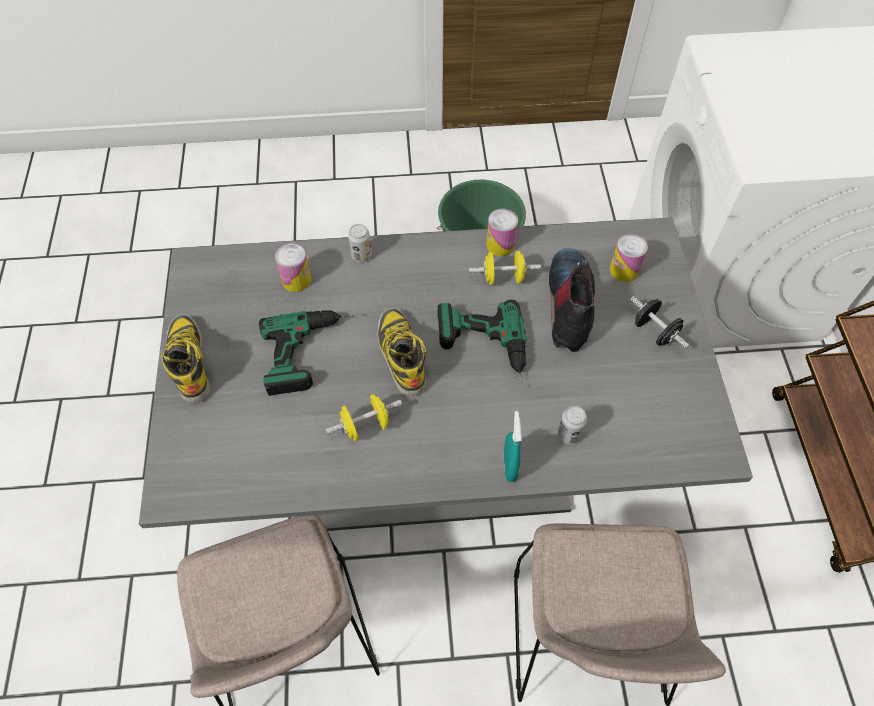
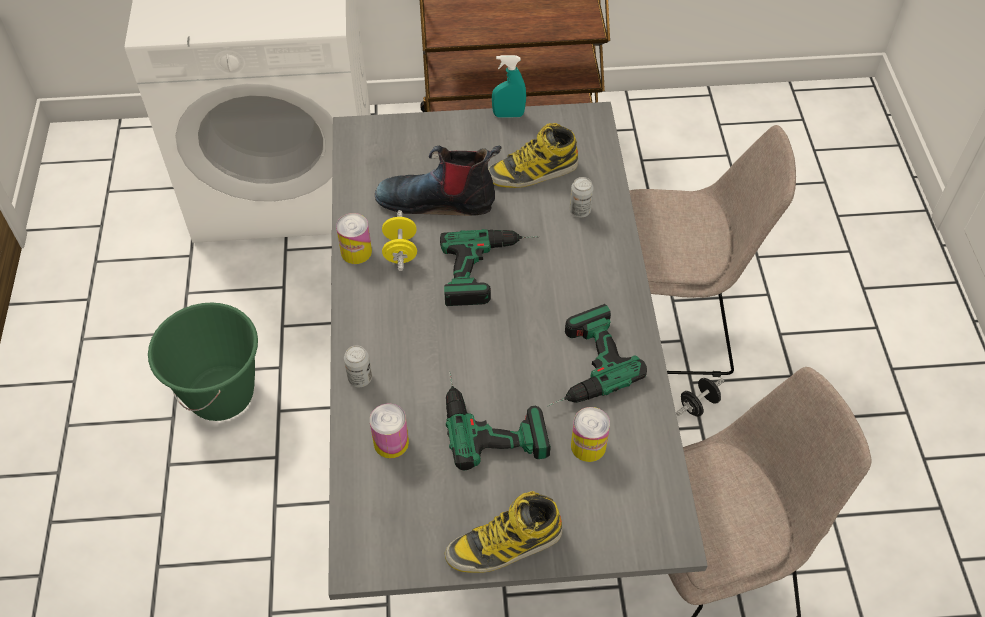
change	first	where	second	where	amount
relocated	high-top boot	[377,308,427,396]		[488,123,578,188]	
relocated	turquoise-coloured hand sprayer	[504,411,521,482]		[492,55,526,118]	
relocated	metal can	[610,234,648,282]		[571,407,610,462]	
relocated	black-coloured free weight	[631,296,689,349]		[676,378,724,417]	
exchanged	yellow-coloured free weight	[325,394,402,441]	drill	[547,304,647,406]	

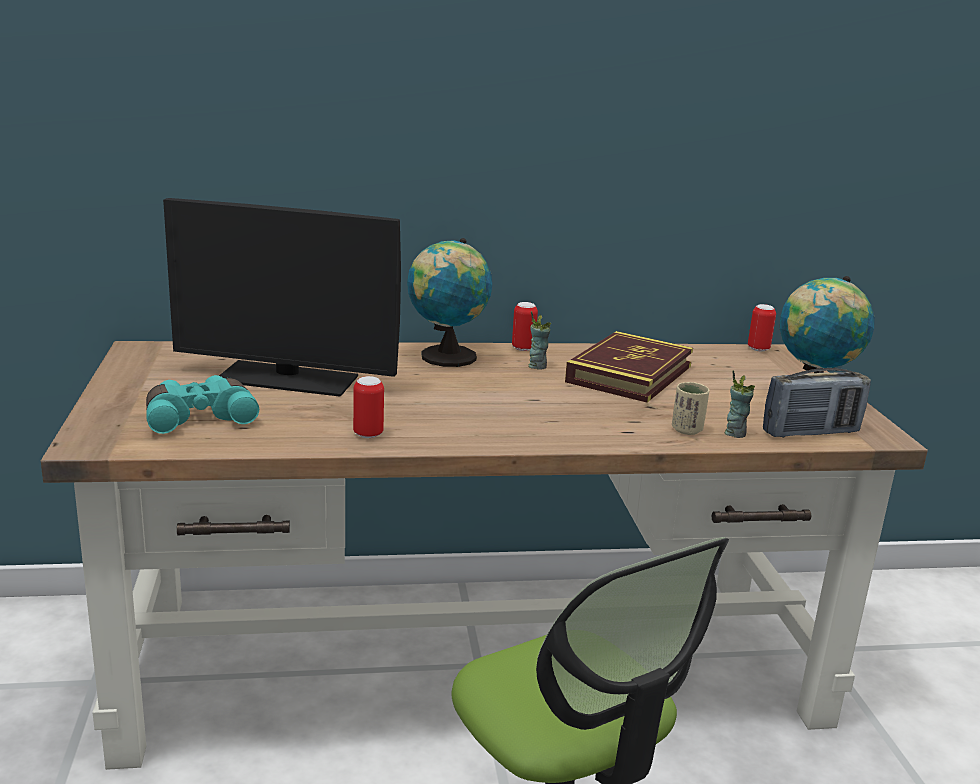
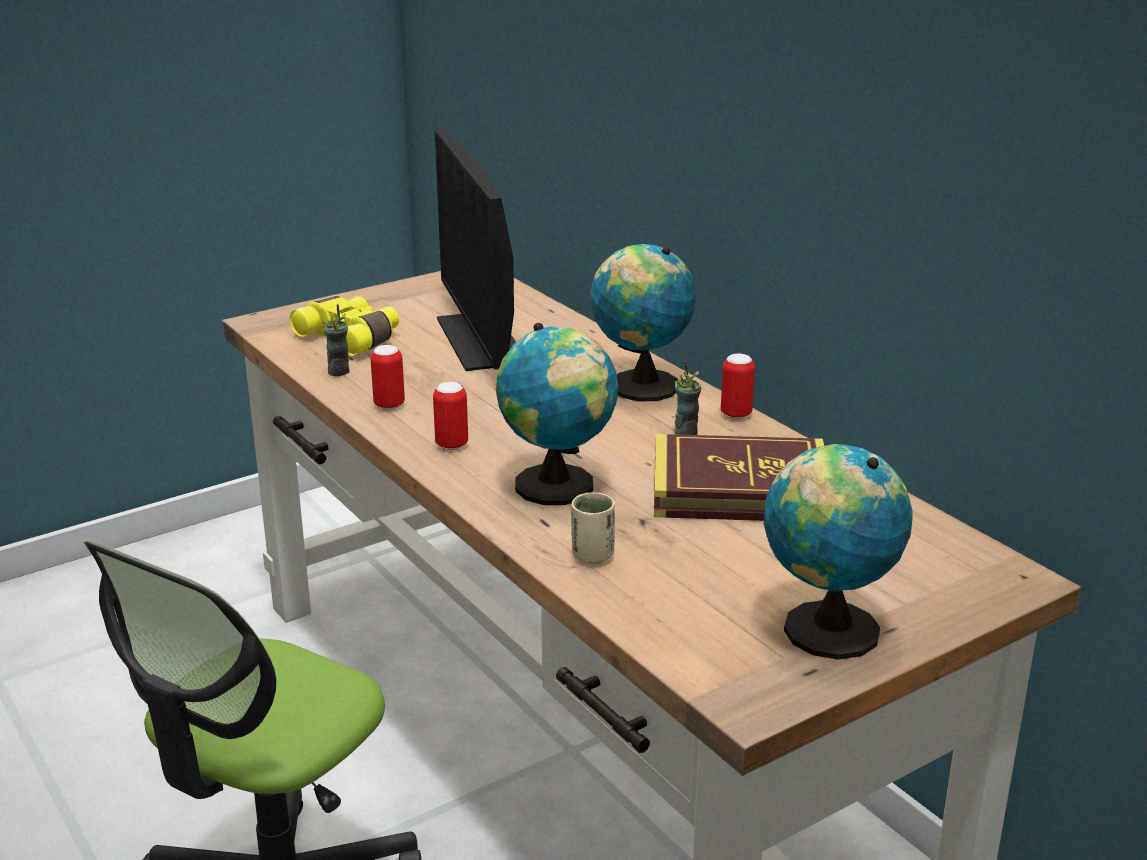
change	first	where	second	where	amount
missing	radio set	[763,368,871,438]			
appeared			globe	[496,323,618,505]	
relocated	drinking cup	[725,370,755,438]		[321,304,350,376]	
relocated	metal can	[748,304,776,351]		[433,382,468,450]	
colour	turquoise-coloured binoculars	[146,375,259,434]	yellow-coloured binoculars	[290,296,399,355]	

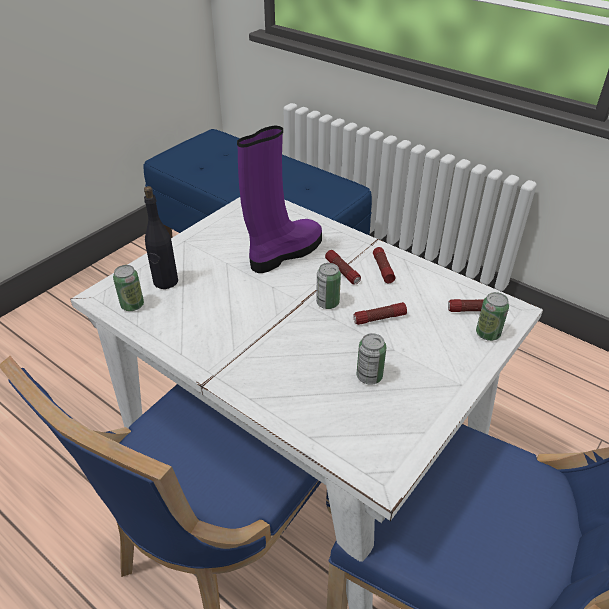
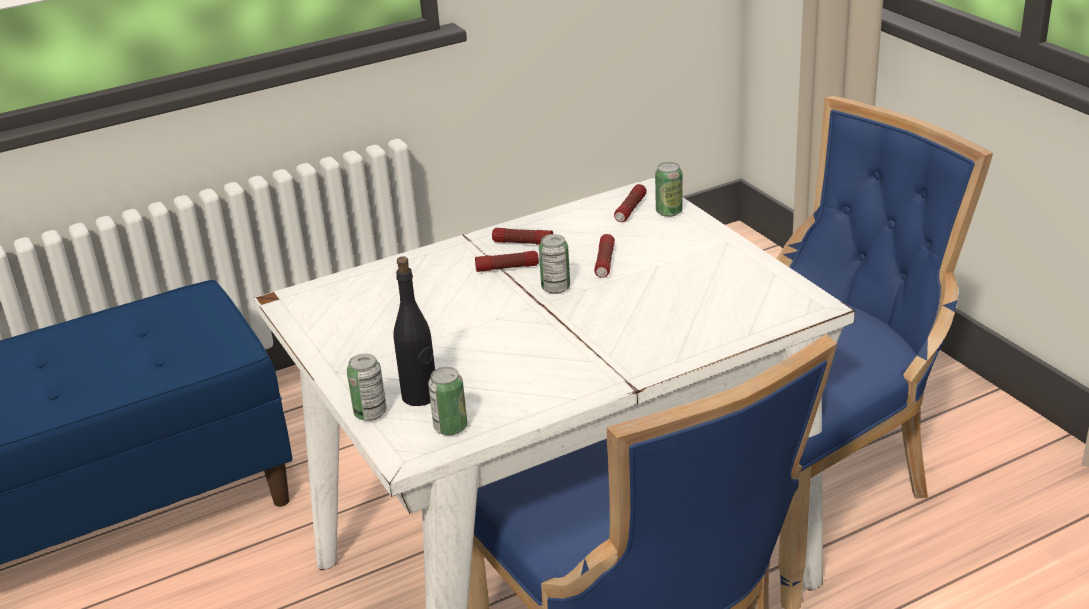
change	first	where	second	where	amount
missing	purple-coloured high-top boot	[237,126,322,273]			
relocated	metal can	[357,333,386,385]		[347,354,387,421]	

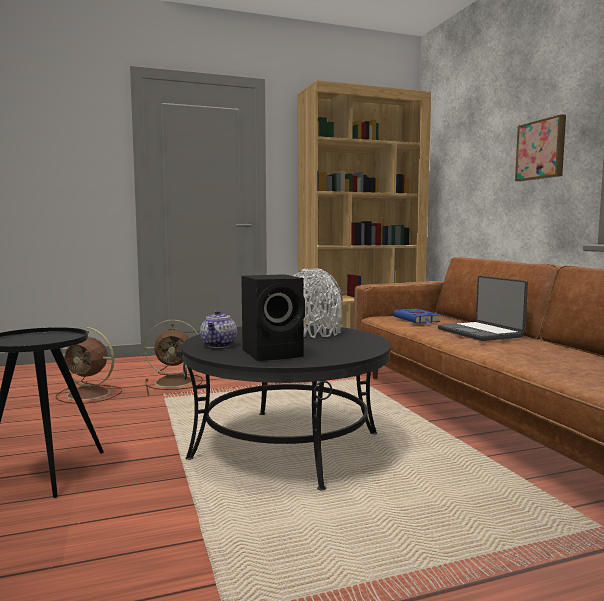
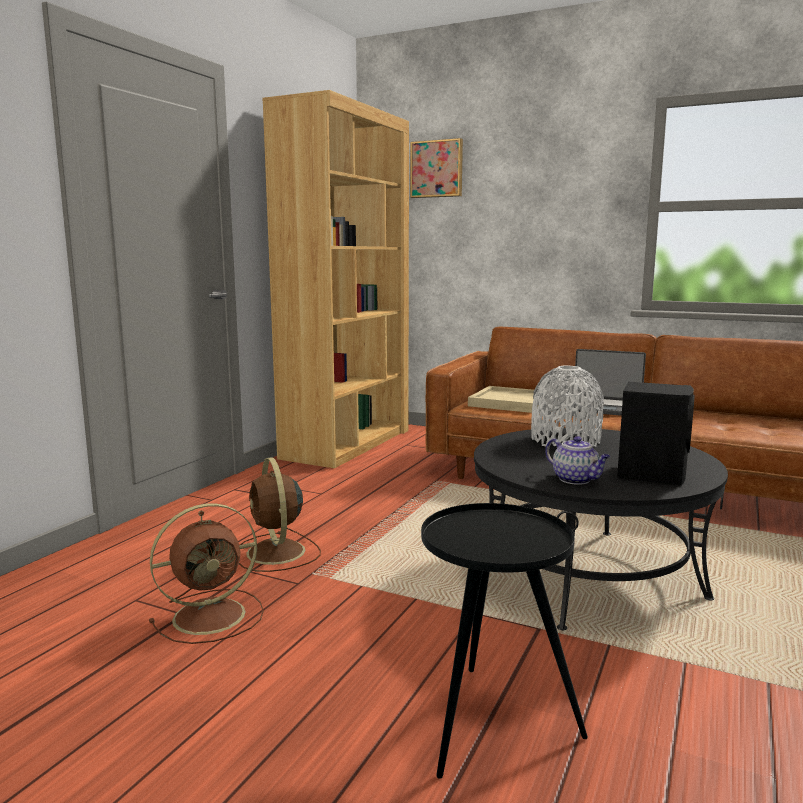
change	first	where	second	where	amount
relocated	wall art	[515,114,566,181]		[410,138,463,198]	
exchanged	blue volume	[393,309,440,325]	sand-coloured serving tray	[468,386,539,413]	
spun	brownish fan	[144,320,203,390]		[239,457,321,572]	120 degrees clockwise

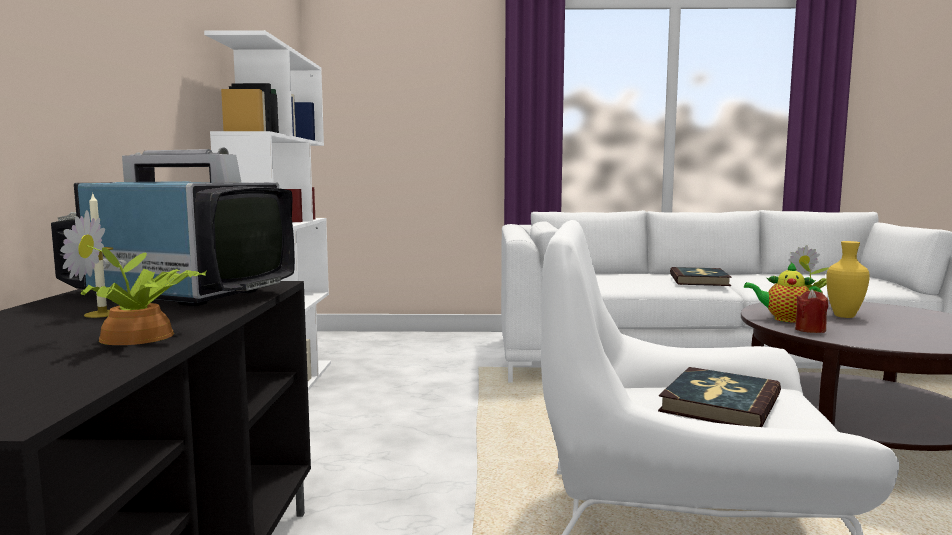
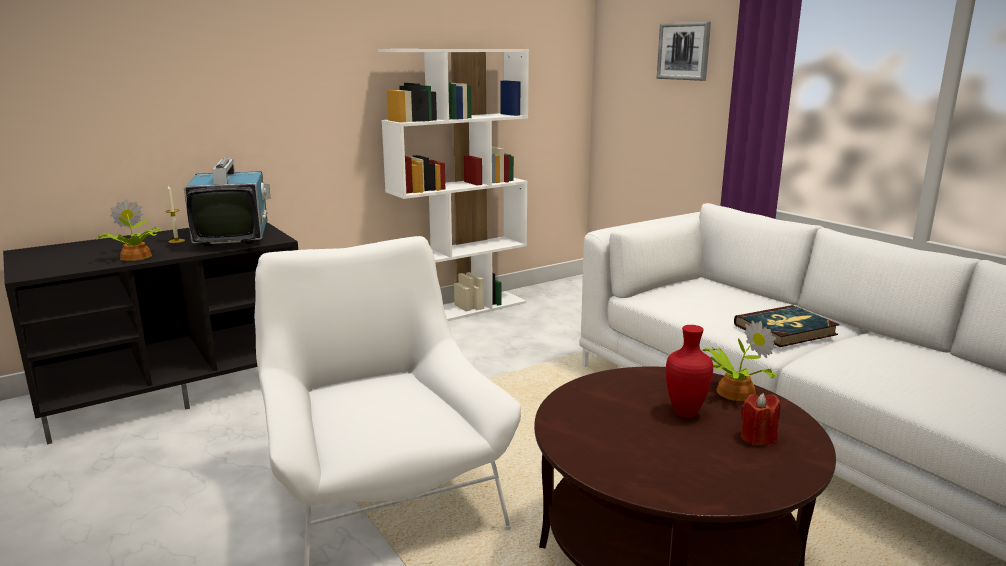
change	first	where	second	where	amount
missing	volume	[658,367,781,427]			
missing	tea pot	[744,261,822,322]			
appeared			wall art	[657,22,711,81]	
relocated	red-coloured wax light	[795,289,828,333]		[741,393,780,446]	
colour	yellow-coloured decorative vase	[826,241,870,318]	red-coloured decorative vase	[666,325,713,418]	

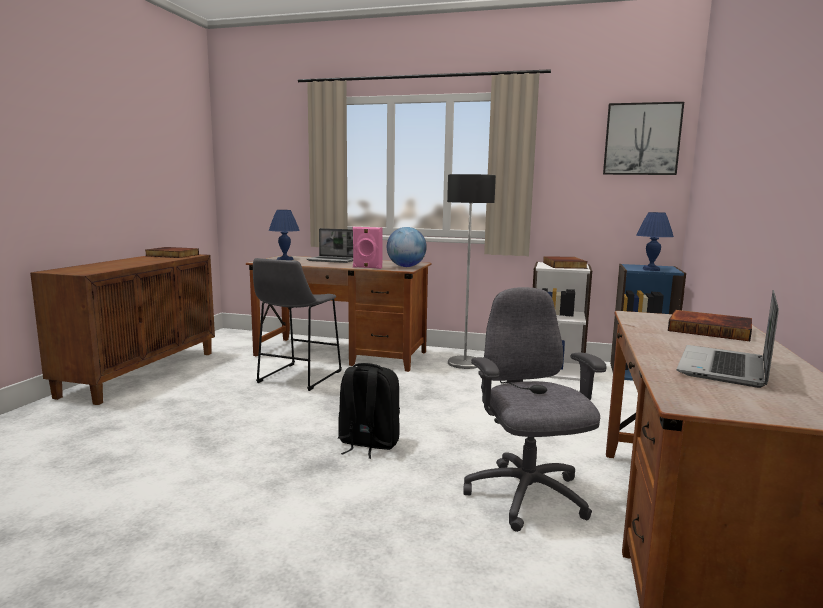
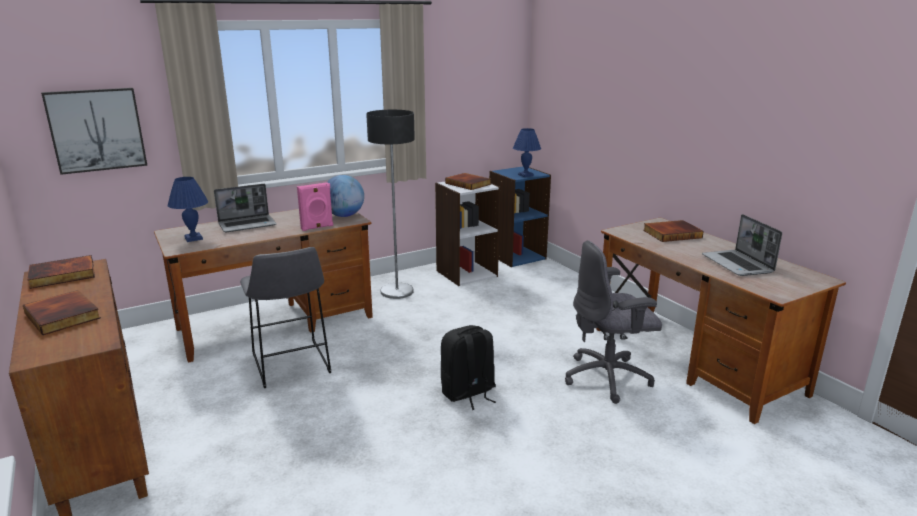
change	first	where	second	where	amount
appeared			volume	[23,290,101,335]	
relocated	wall art	[603,102,684,175]		[41,88,147,175]	
spun	gray desk chair	[463,287,607,532]		[565,240,662,404]	45 degrees counterclockwise

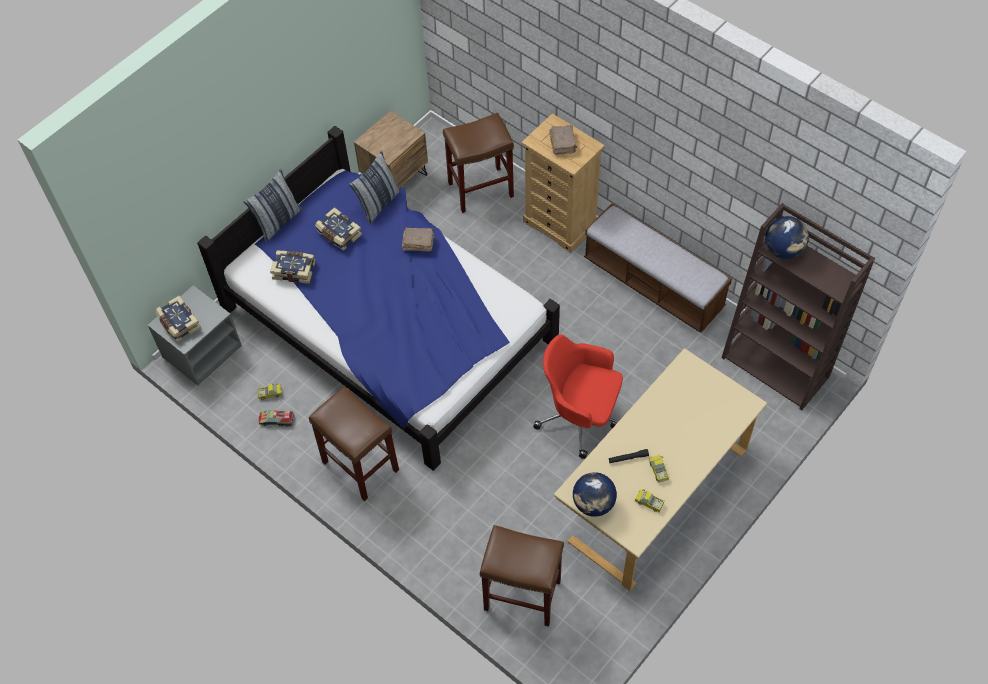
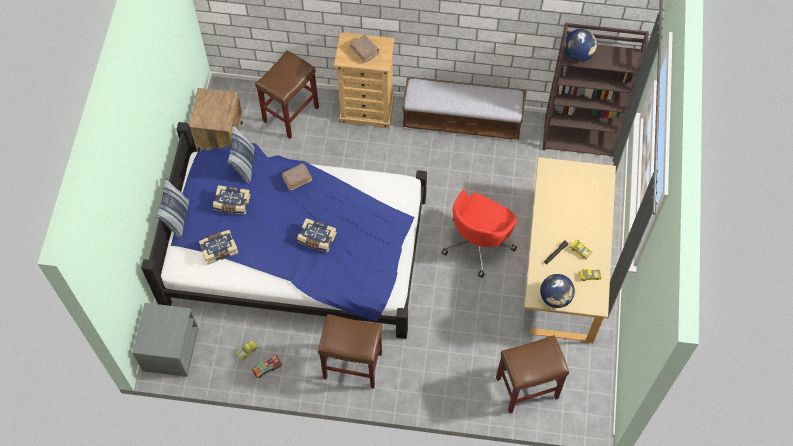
change	first	where	second	where	amount
relocated	volume	[155,296,201,342]		[297,218,337,252]	
spun	red-coloured desk chair	[533,334,623,459]		[442,190,518,278]	45 degrees counterclockwise

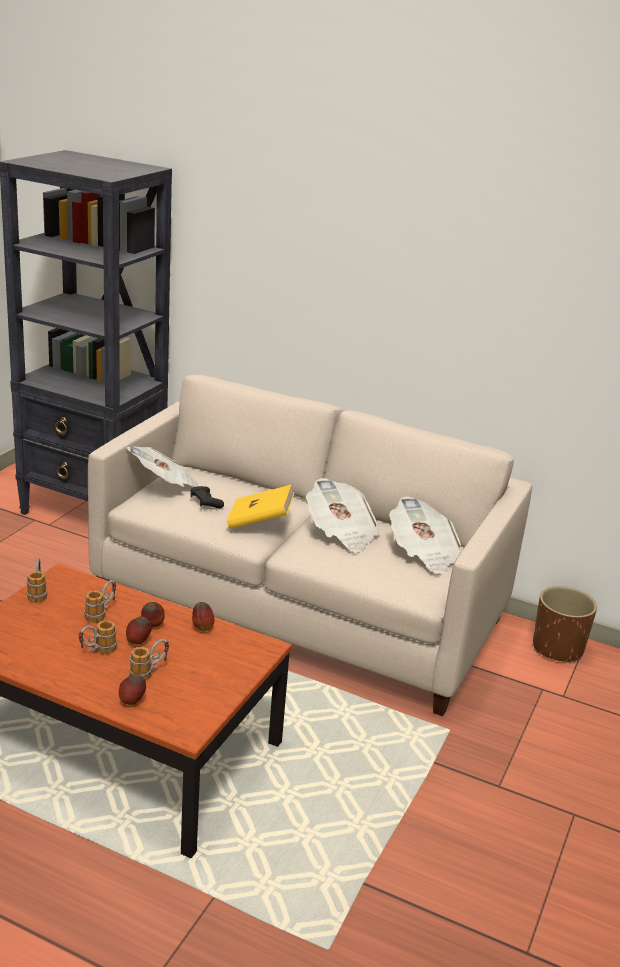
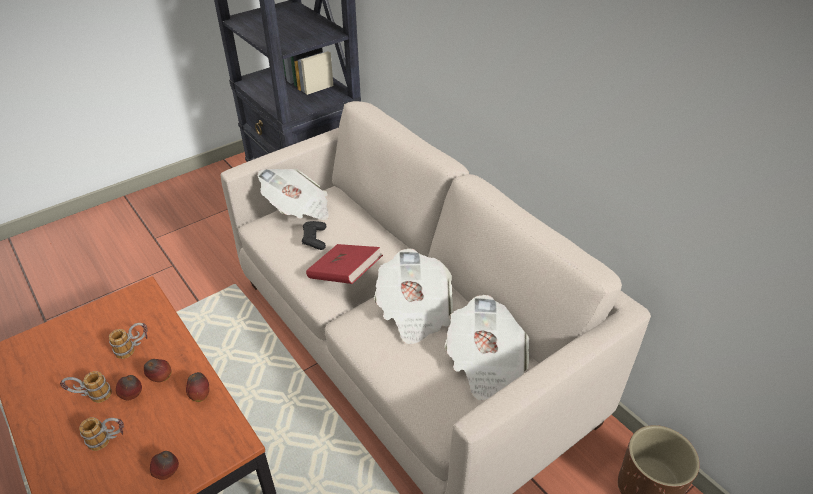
change	first	where	second	where	amount
missing	mug	[27,558,47,603]			
relocated	apple	[119,674,146,705]		[150,451,179,480]	
colour	yellow-coloured volume	[227,485,294,529]	red-coloured volume	[306,244,383,284]	

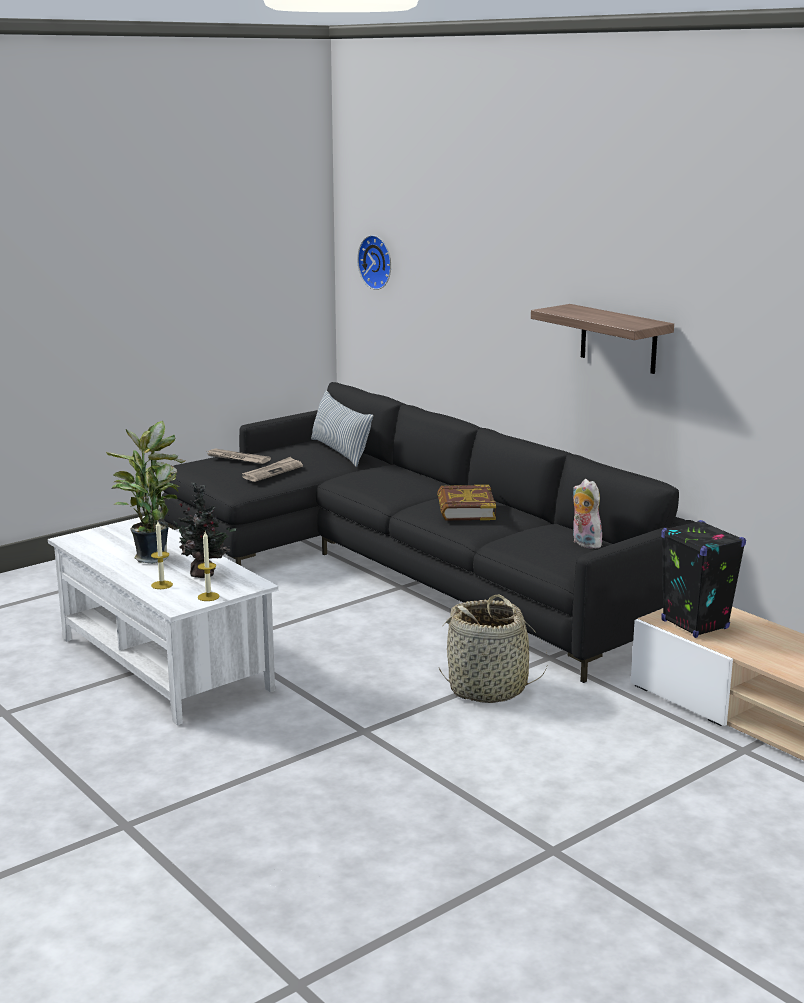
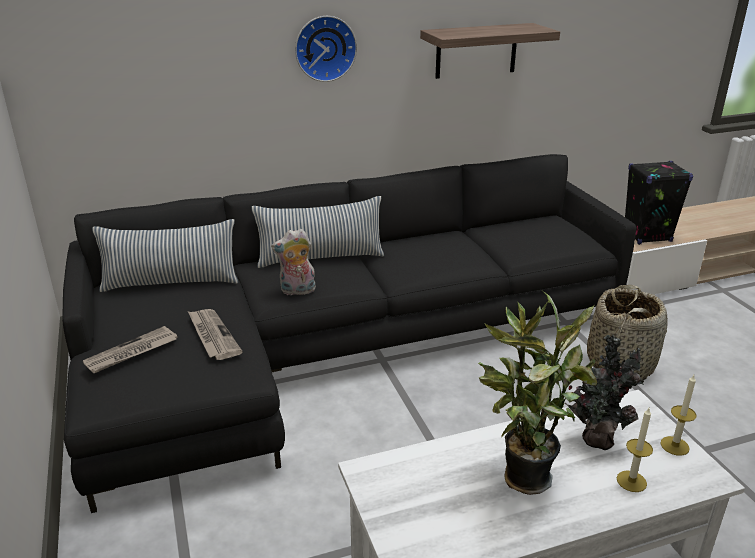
change	first	where	second	where	amount
missing	volume	[437,485,496,520]			
appeared			cushion	[251,196,384,268]	
relocated	hanging clock	[357,235,391,290]		[295,16,357,82]	
relocated	soft toy	[573,479,604,549]		[271,229,316,296]	

